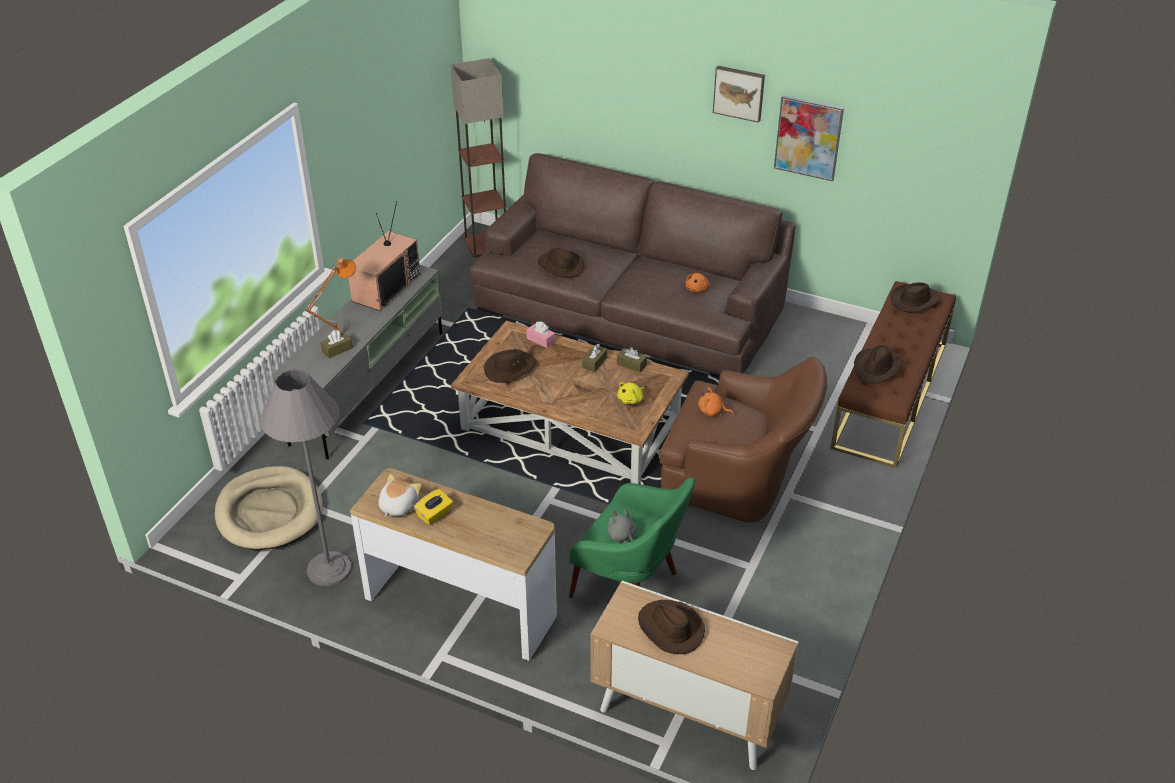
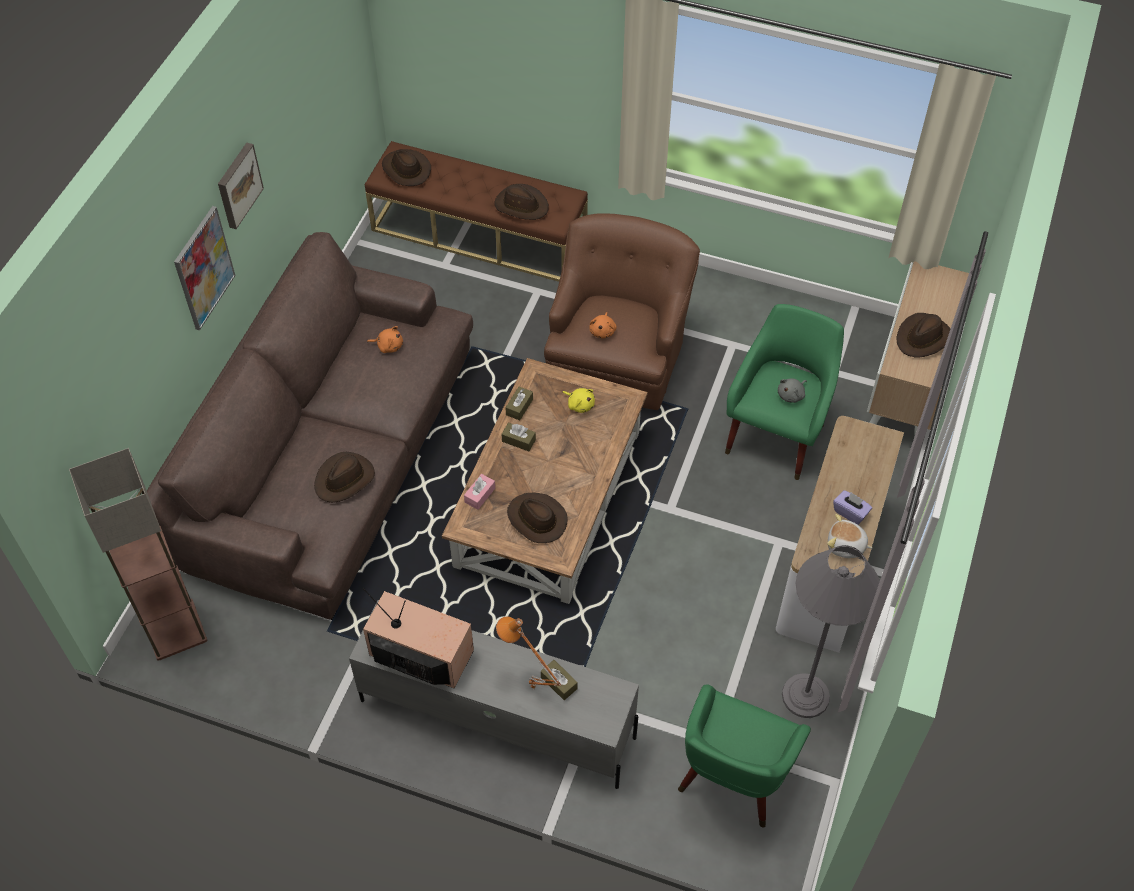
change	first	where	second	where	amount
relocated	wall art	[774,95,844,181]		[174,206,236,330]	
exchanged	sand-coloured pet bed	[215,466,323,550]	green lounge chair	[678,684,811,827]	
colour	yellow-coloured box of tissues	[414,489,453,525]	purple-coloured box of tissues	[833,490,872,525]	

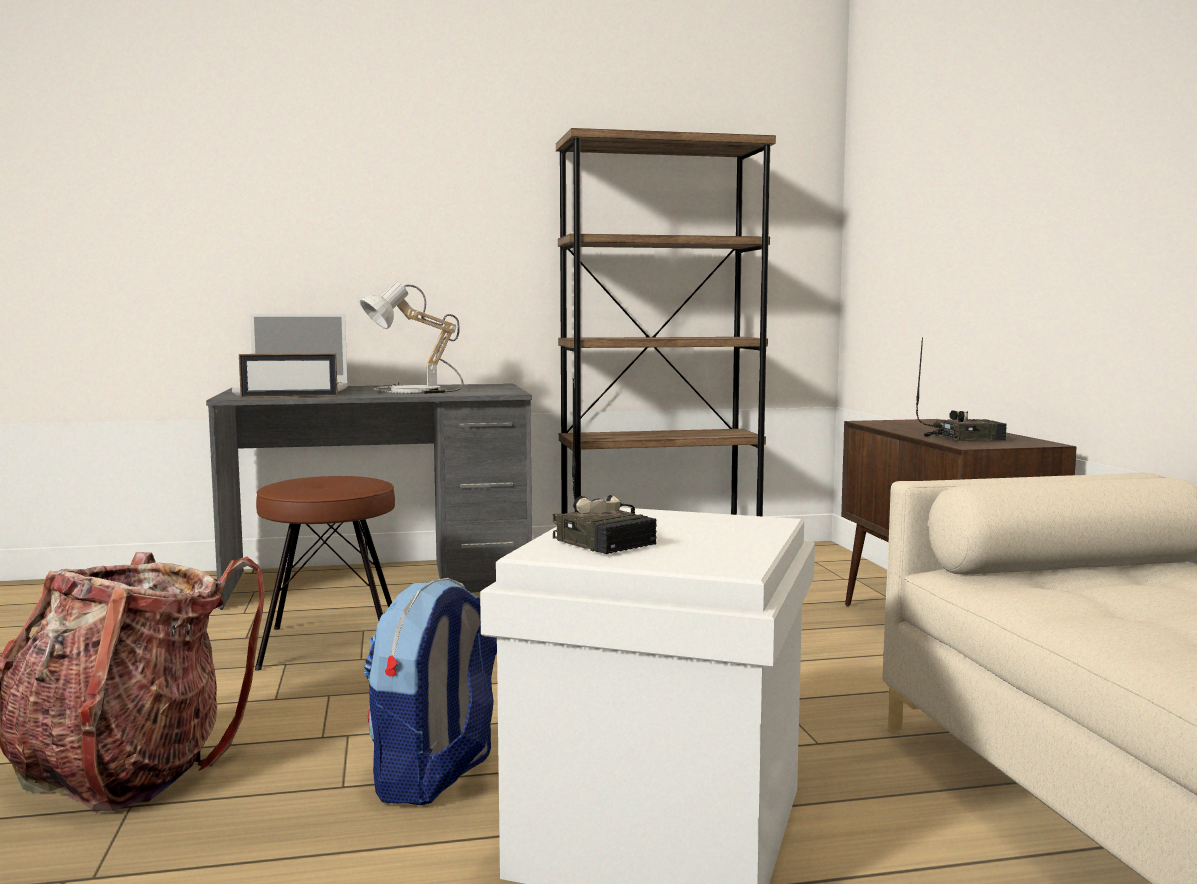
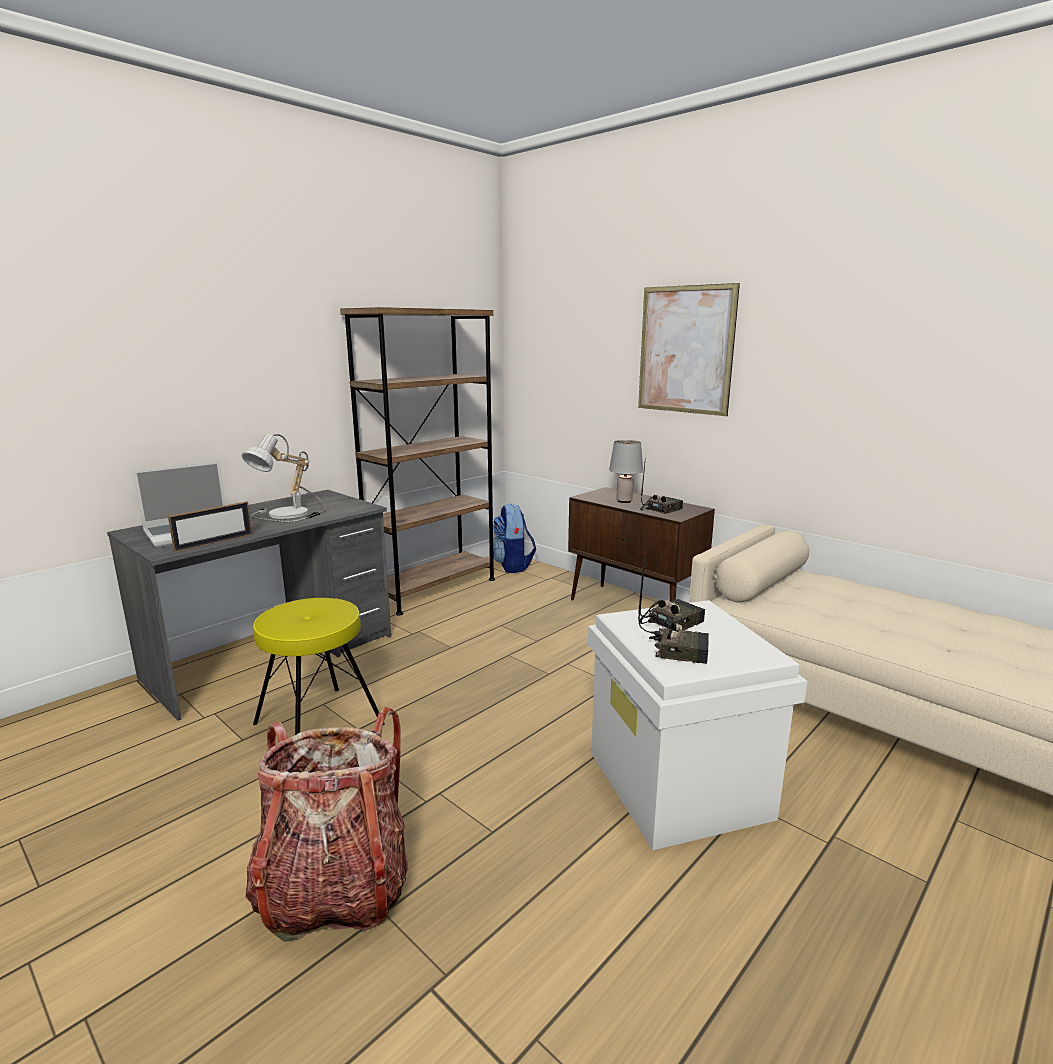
change	first	where	second	where	amount
appeared			gray table lamp	[609,440,643,503]	
appeared			wall art	[638,283,740,416]	
appeared			radio set	[639,549,705,630]	
relocated	rucksack	[364,578,497,805]		[493,503,536,573]	
colour	brownish stool seat	[255,476,395,671]	yellow-coloured stool seat	[253,598,385,735]	

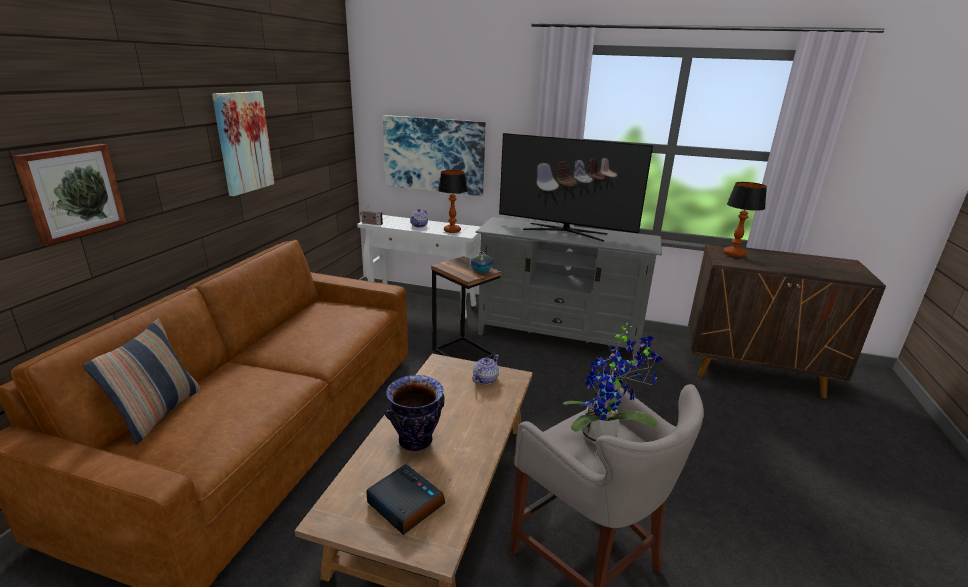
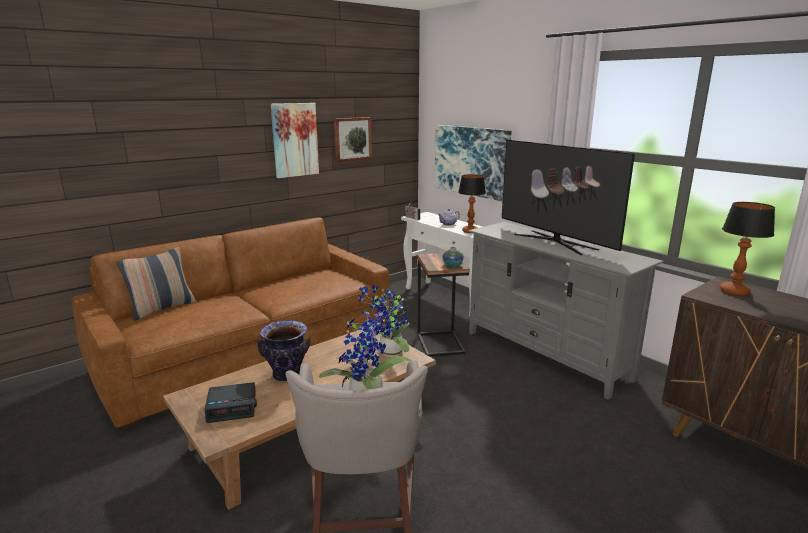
change	first	where	second	where	amount
relocated	wall art	[12,144,127,246]		[334,117,372,162]	
exchanged	tea pot	[473,355,499,384]	houseplant	[356,285,410,357]	
spun	alarm clock	[366,464,445,535]		[205,382,257,423]	90 degrees clockwise

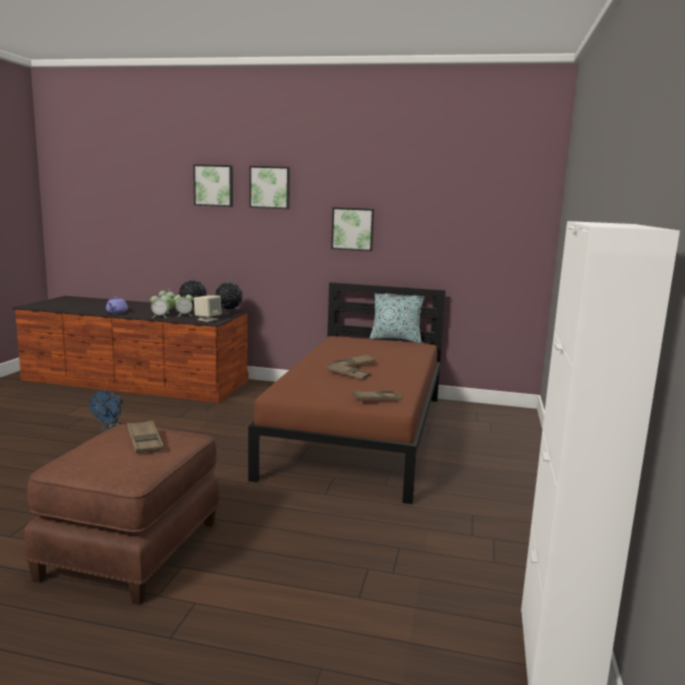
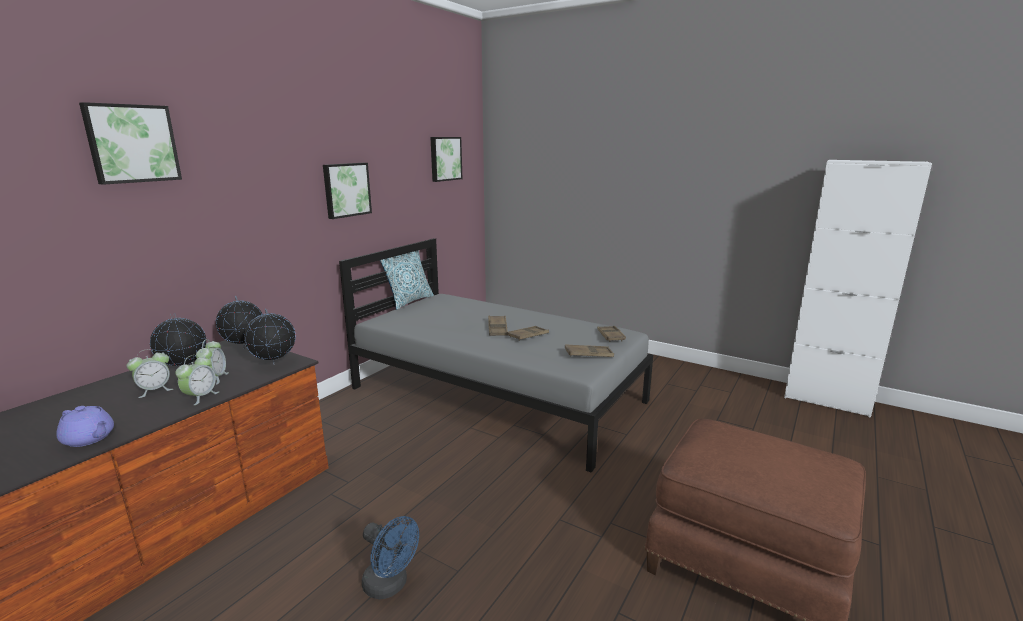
change	first	where	second	where	amount
relocated	brownish serving tray	[127,420,164,453]		[565,344,614,357]	
relocated	wall art	[249,166,290,209]		[430,137,462,182]	
exchanged	sand-coloured audio speaker	[194,296,222,322]	globe	[244,308,296,365]	
colour	brownish sleeping bed	[248,282,446,504]	gray sleeping bed	[339,238,653,472]	

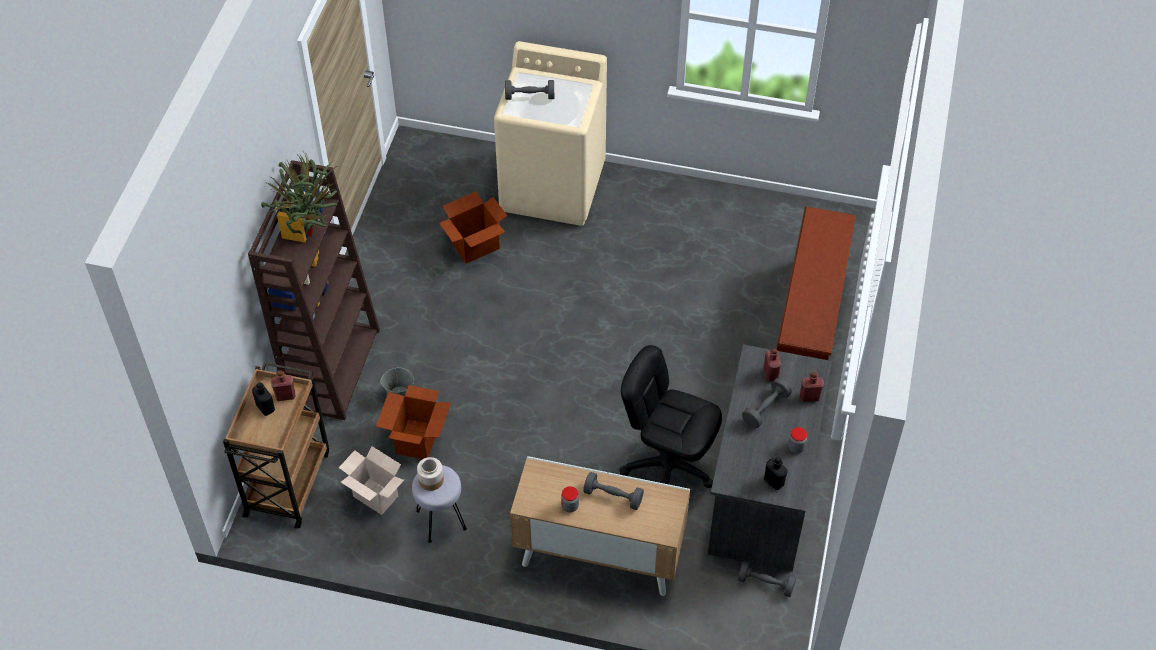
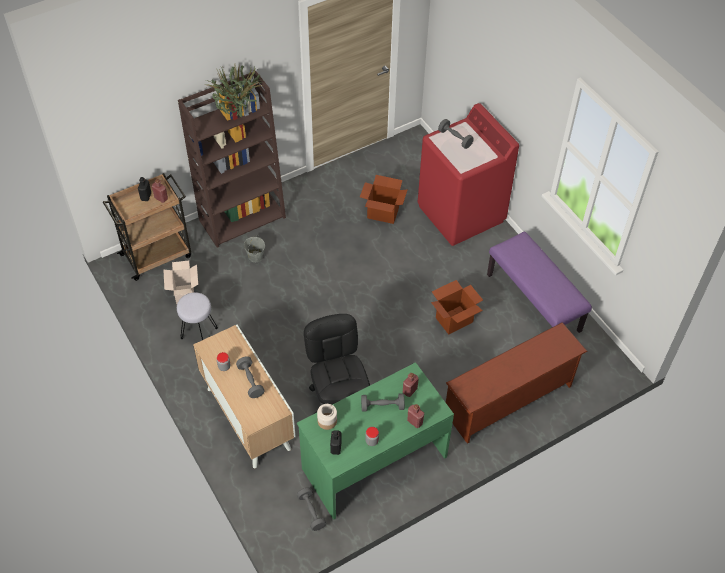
change	first	where	second	where	amount
appeared			purple-coloured indoor bench	[487,231,592,333]	
relocated	packing box	[376,385,451,459]		[431,280,483,334]	
relocated	preserve jar	[417,457,444,491]		[317,404,337,430]	
colour	sand-coloured washing machine	[494,41,607,226]	red-coloured washing machine	[418,103,519,246]	
colour	gray desk	[708,344,832,572]	green desk	[297,362,454,520]	

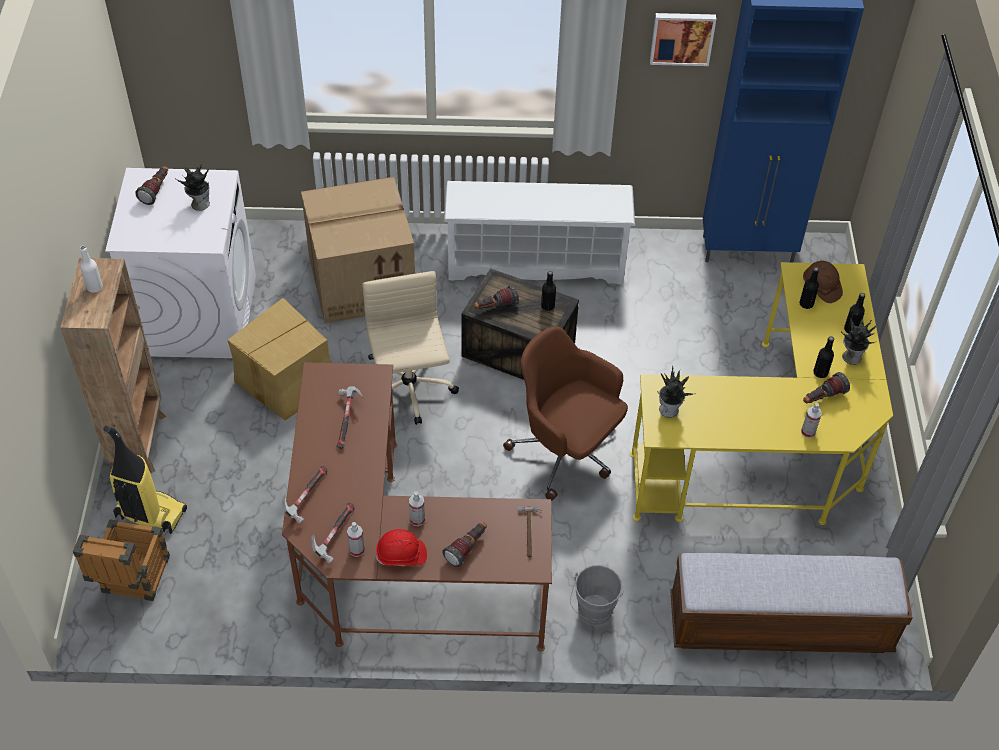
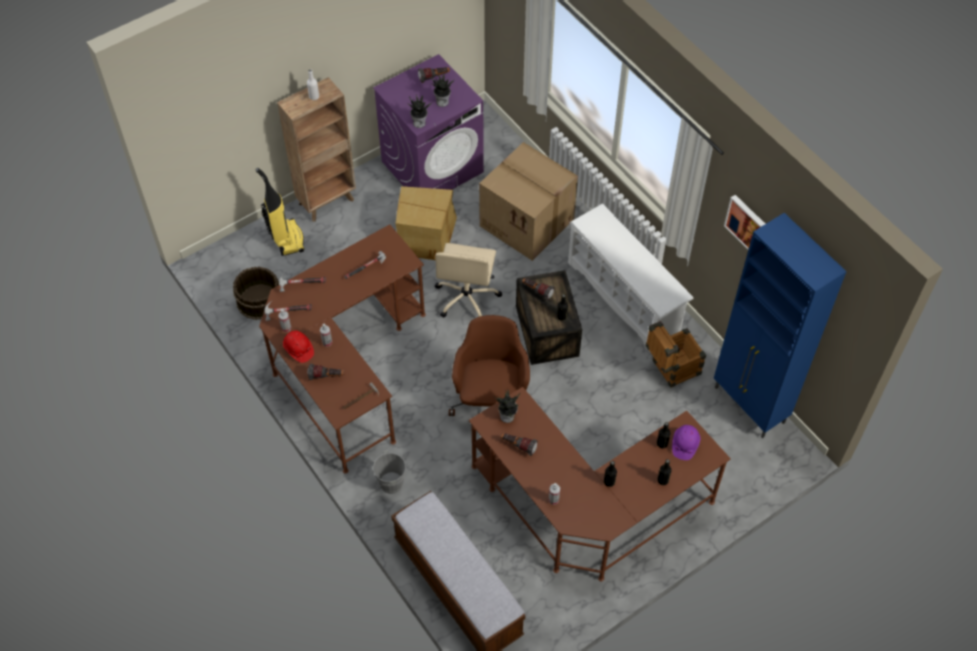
change	first	where	second	where	amount
appeared			brownish pail	[233,266,279,320]	
relocated	shipping crate	[73,519,170,601]		[646,321,706,388]	
relocated	hand torch	[803,372,850,403]		[500,433,537,456]	
relocated	houseplant	[841,315,877,365]		[408,94,433,128]	
colour	whitish washing machine	[105,168,256,358]	purple-coloured washing machine	[373,54,484,190]	
colour	yellow-coloured desk	[630,262,893,525]	brownish desk	[469,387,731,582]	
colour	brownish work helmet	[803,261,843,303]	purple-coloured work helmet	[672,425,700,460]	
spun	sand-coloured desk chair	[363,271,459,425]		[435,243,502,318]	150 degrees clockwise

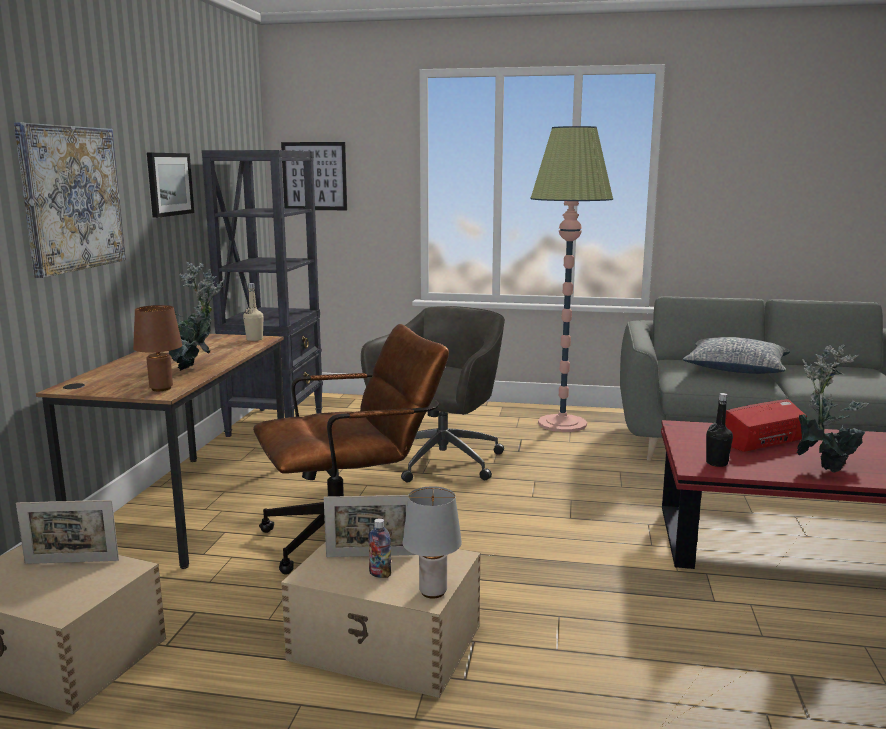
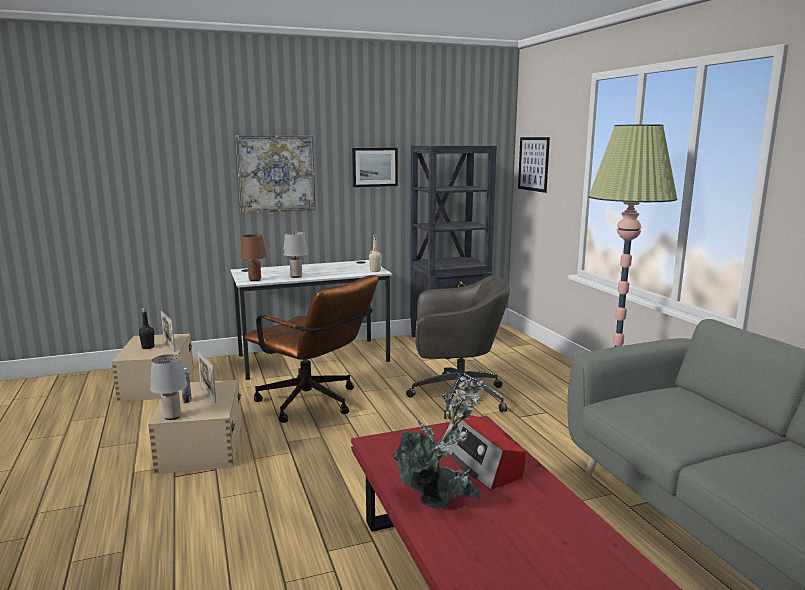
change	first	where	second	where	amount
missing	cushion	[683,337,790,374]			
relocated	black-coloured beverage bottle	[706,393,733,467]		[139,308,154,349]	
exchanged	houseplant	[169,262,224,371]	gray table lamp	[283,232,308,278]	
colour	brownish desk	[36,334,284,569]	whitish desk	[231,260,393,380]	
spun	radio set	[725,399,807,452]		[445,415,526,490]	150 degrees counterclockwise

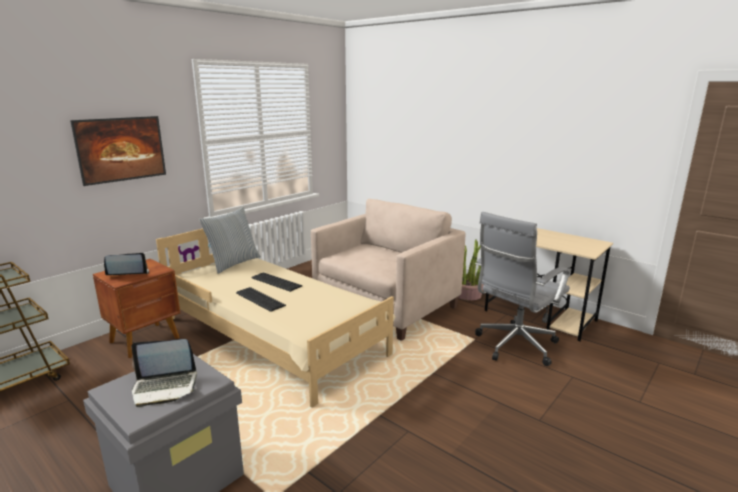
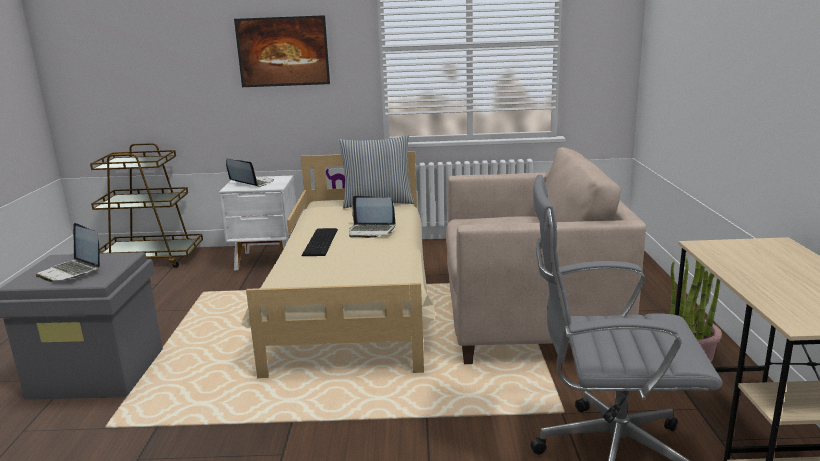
change	first	where	second	where	amount
exchanged	PC keyboard	[252,272,302,292]	laptop	[349,196,396,238]	
colour	brownish night table	[93,259,180,358]	whitish night table	[219,175,298,271]	

